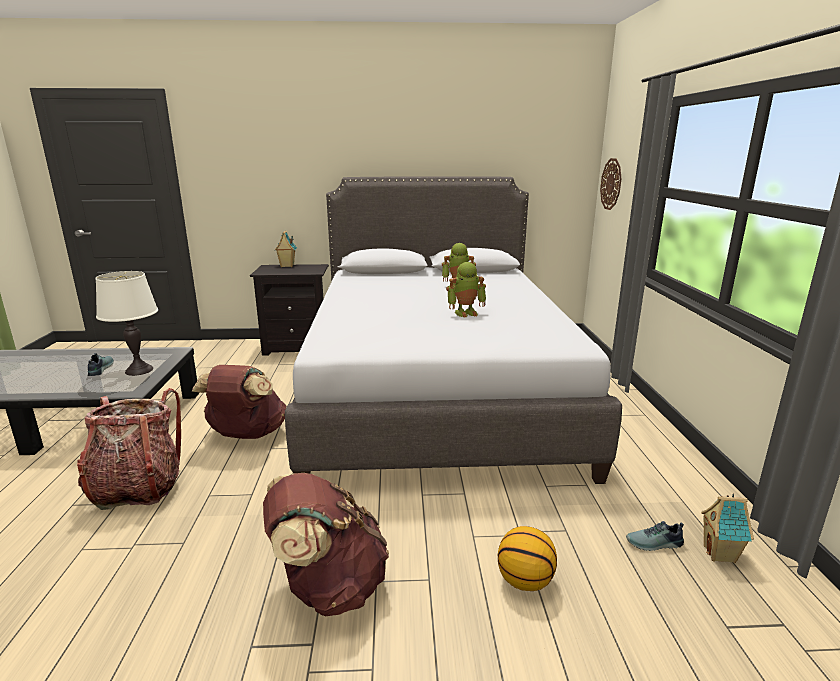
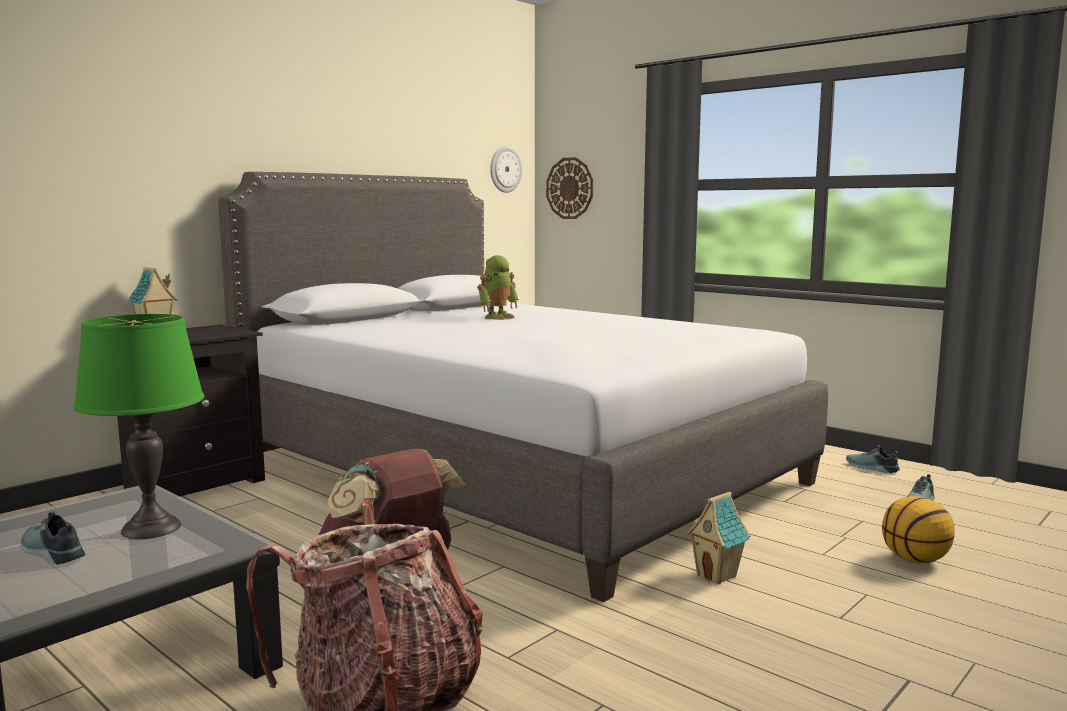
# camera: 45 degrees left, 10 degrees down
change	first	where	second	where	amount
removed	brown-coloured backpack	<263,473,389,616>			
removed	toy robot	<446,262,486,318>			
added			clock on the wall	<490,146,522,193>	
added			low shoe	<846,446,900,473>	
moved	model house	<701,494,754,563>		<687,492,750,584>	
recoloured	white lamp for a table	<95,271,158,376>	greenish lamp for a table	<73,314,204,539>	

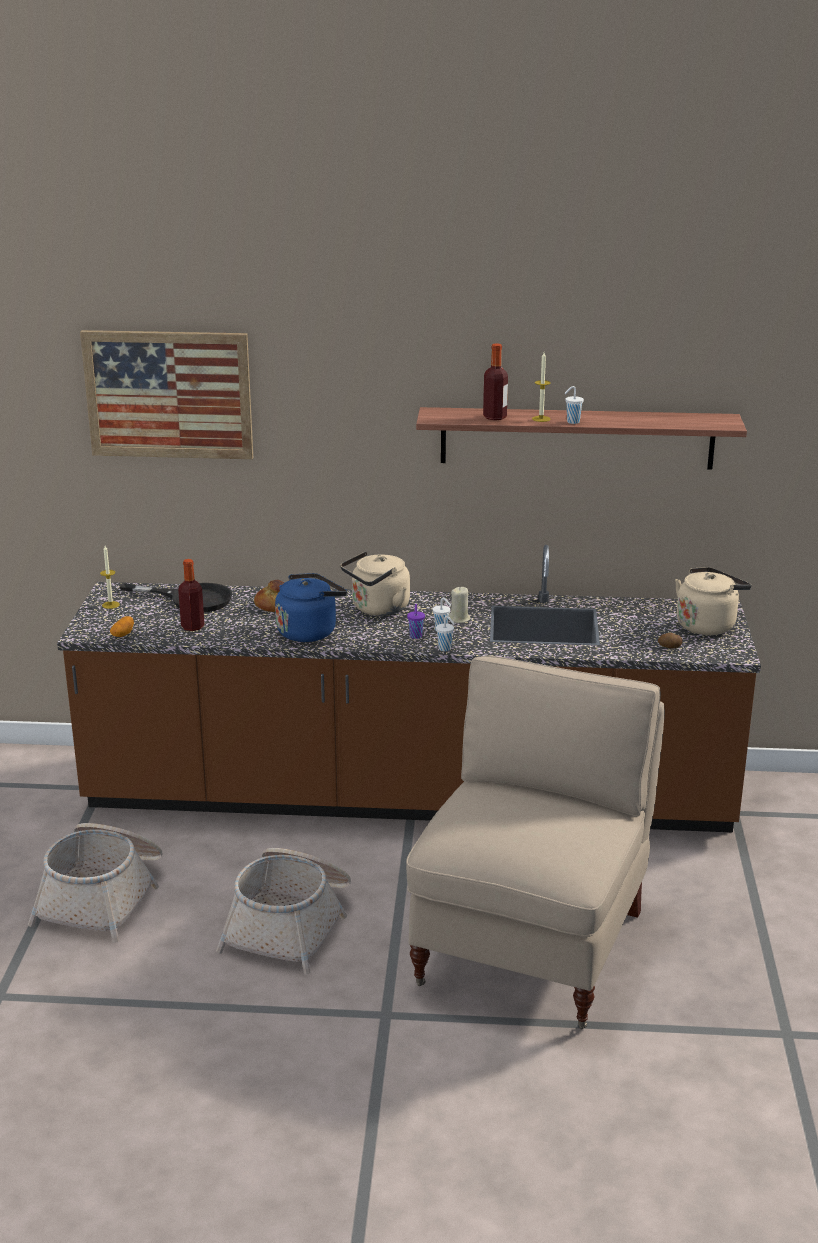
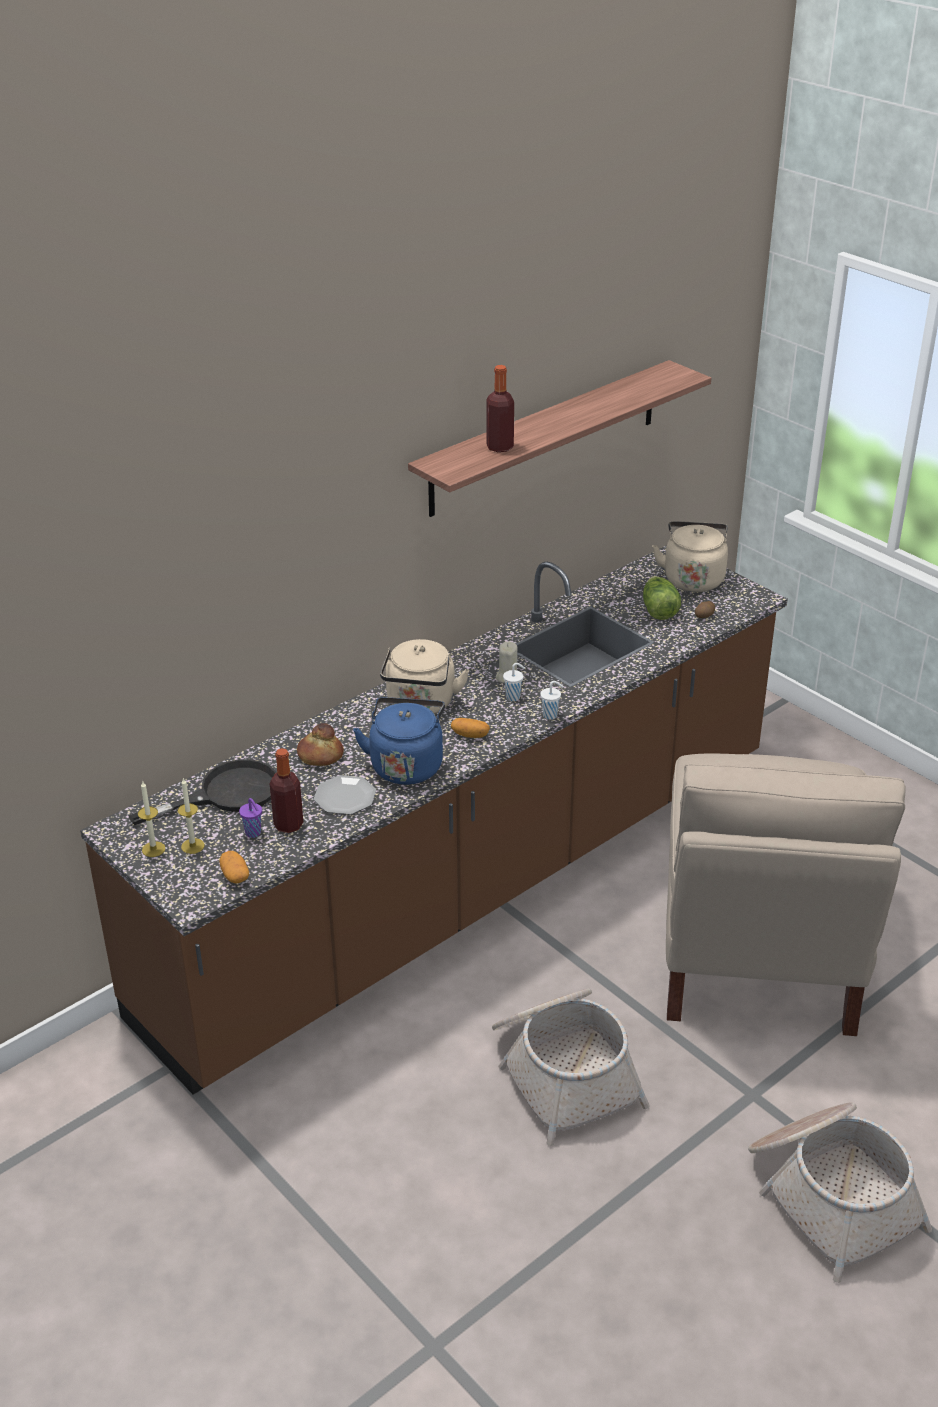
# camera: 45 degrees left, 10 degrees up
change	first	where	second	where	amount
removed	wall picture	<80,330,253,459>			
removed	white small cup	<564,386,584,424>			
added			plate	<314,775,376,815>	
added			whole potato	<451,718,490,738>	
added			lettuce head	<643,576,681,620>	
moved	basket	<28,823,163,943>		<748,1102,932,1283>	
moved	purple small cup	<407,604,425,639>		<239,798,262,838>	
moved	wax candle	<532,353,551,422>		<178,778,205,854>	
turned	beige-coloured upright chair	<406,656,665,1029>		<666,754,906,1036>	150 degrees counterclockwise

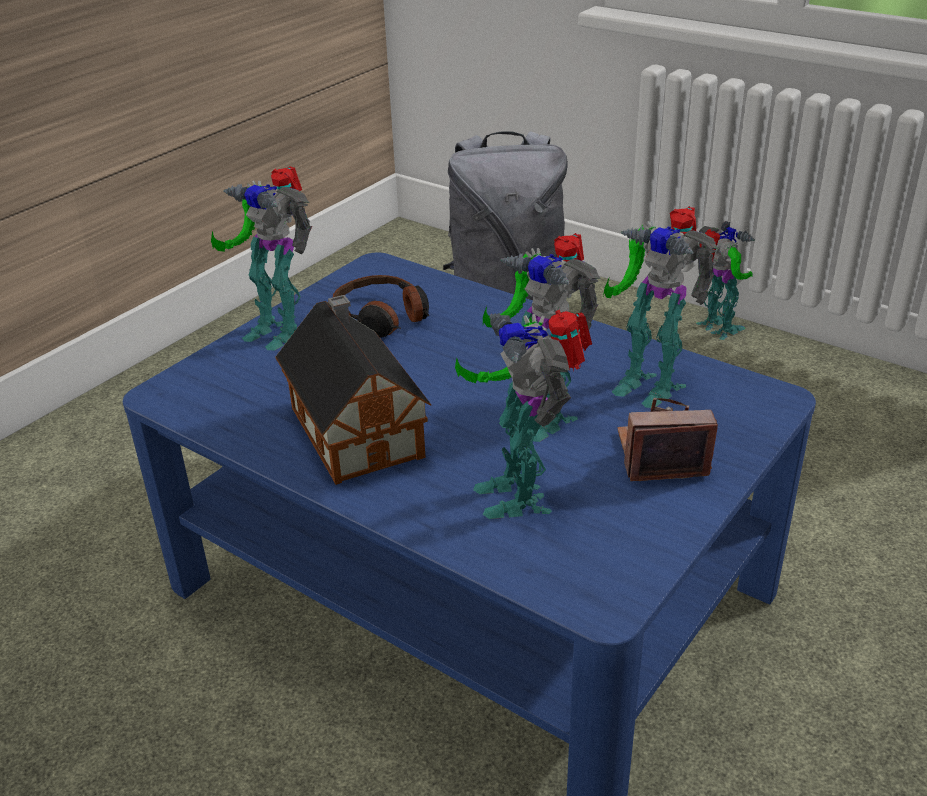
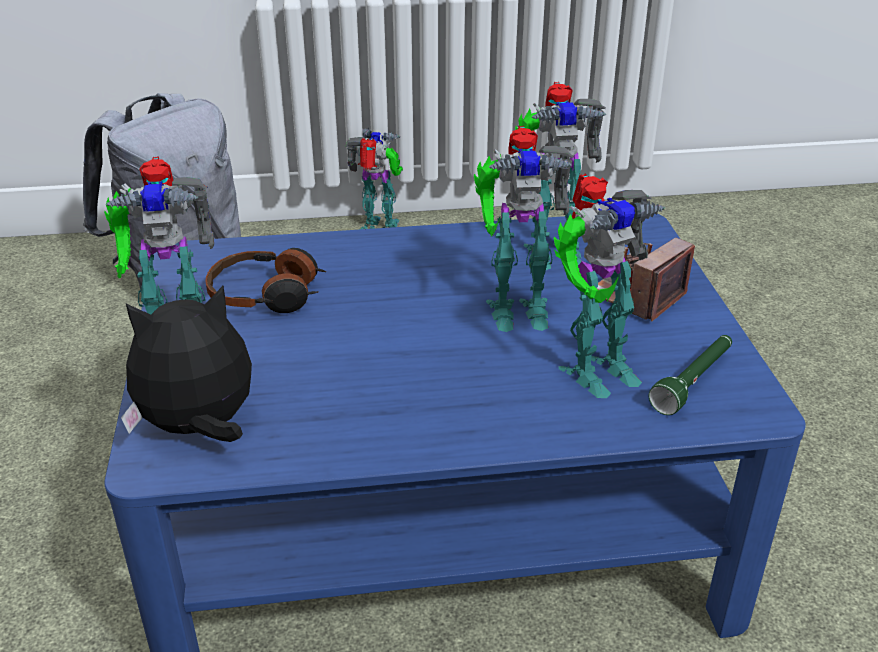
# camera: 45 degrees left, 0 degrees up
change	first	where	second	where	amount
removed	model house	<275,295,431,485>			
added			plush toy	<121,286,252,442>	
added			greenish torch	<649,335,732,415>	
turned	toy robot	<455,310,592,519>		<554,174,665,398>	60 degrees counterclockwise

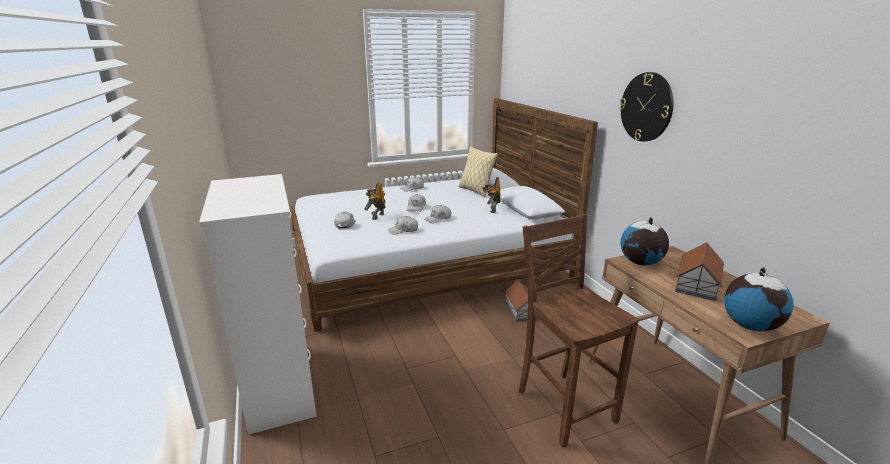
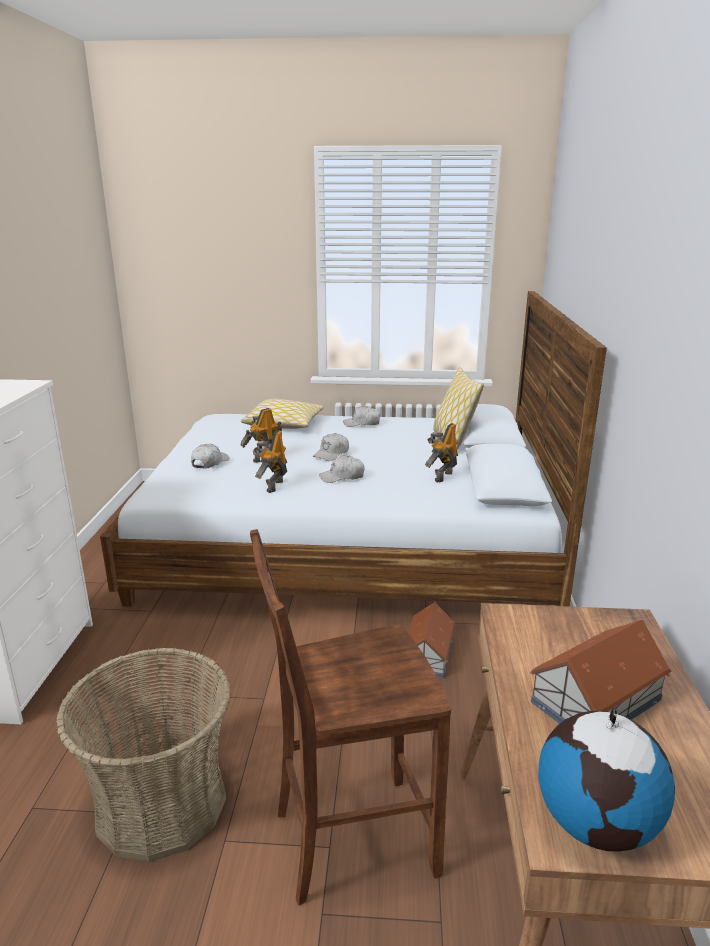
# camera: 25 degrees right, 0 degrees up
change	first	where	second	where	amount
removed	clock on the wall	<619,72,674,142>			
removed	globe	<620,217,669,265>			
added			basket	<56,648,231,862>	
added			cushion	<241,399,324,429>	
replaced	white baseball cap	<388,216,418,235>	toy robot	<254,430,287,493>	
turned	brown-coloured upright chair	<519,214,639,448>		<250,529,451,905>	105 degrees counterclockwise

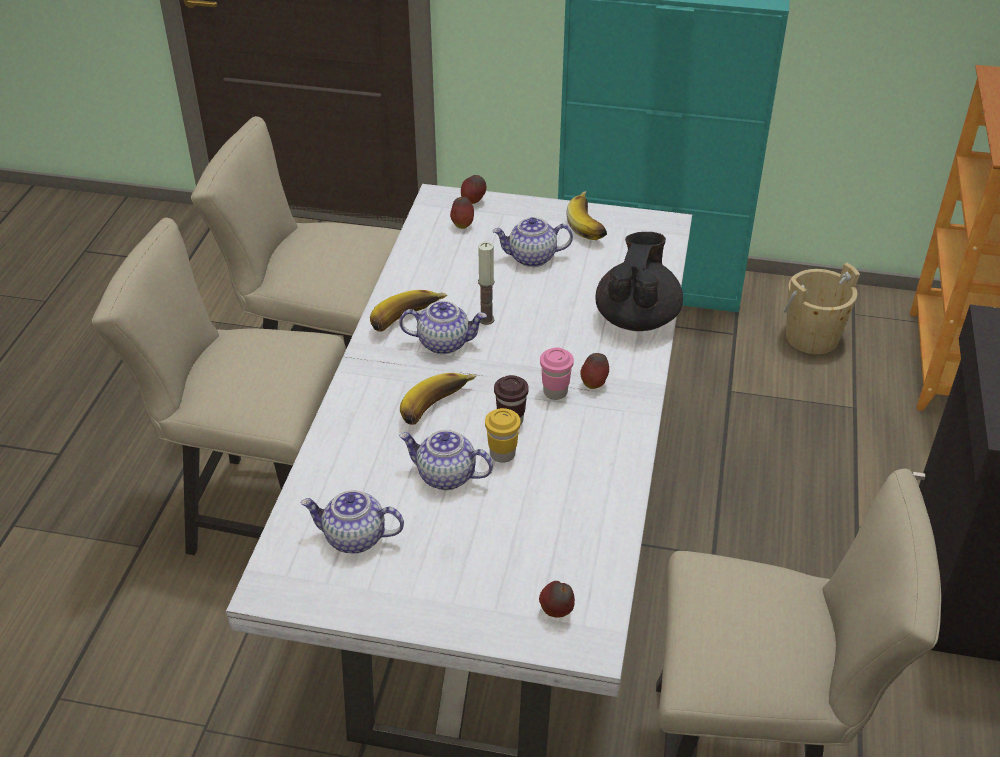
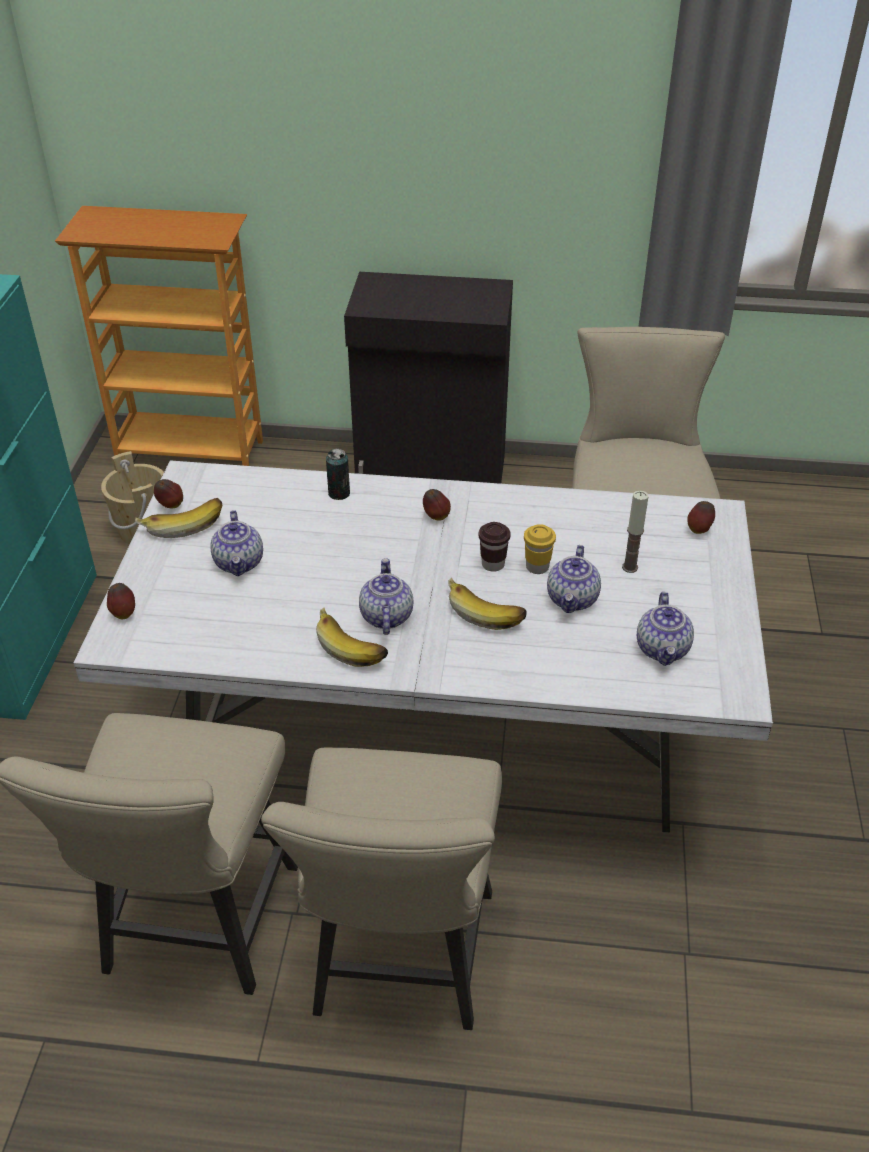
# camera: 95 degrees left, 0 degrees up
change	first	where	second	where	amount
removed	pink small cup	<540,348,574,400>			
moved	whole apple	<450,197,474,229>		<154,479,183,508>	
moved	wax candle	<478,242,495,325>		<622,490,649,573>	
replaced	blackish tea pot	<596,232,683,331>	metal can	<326,448,350,500>	

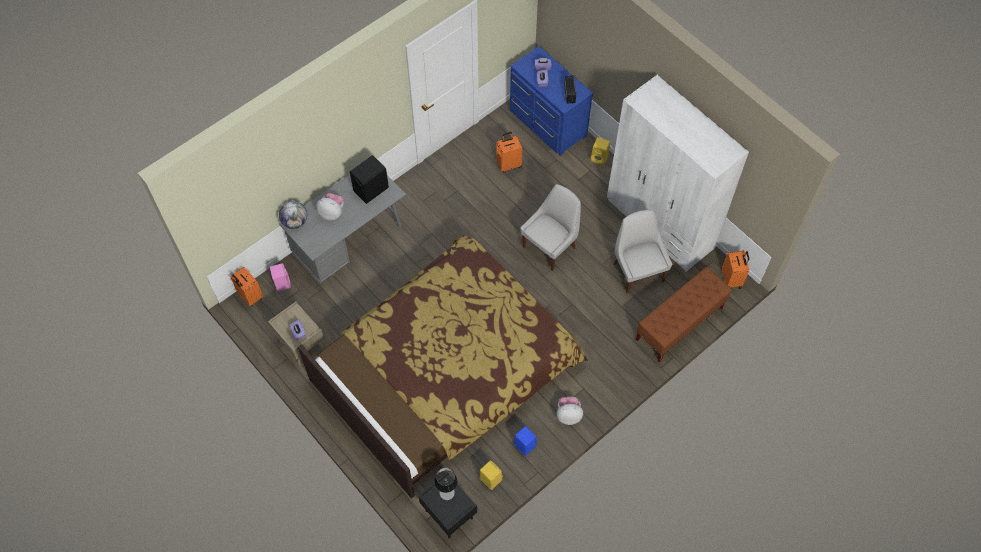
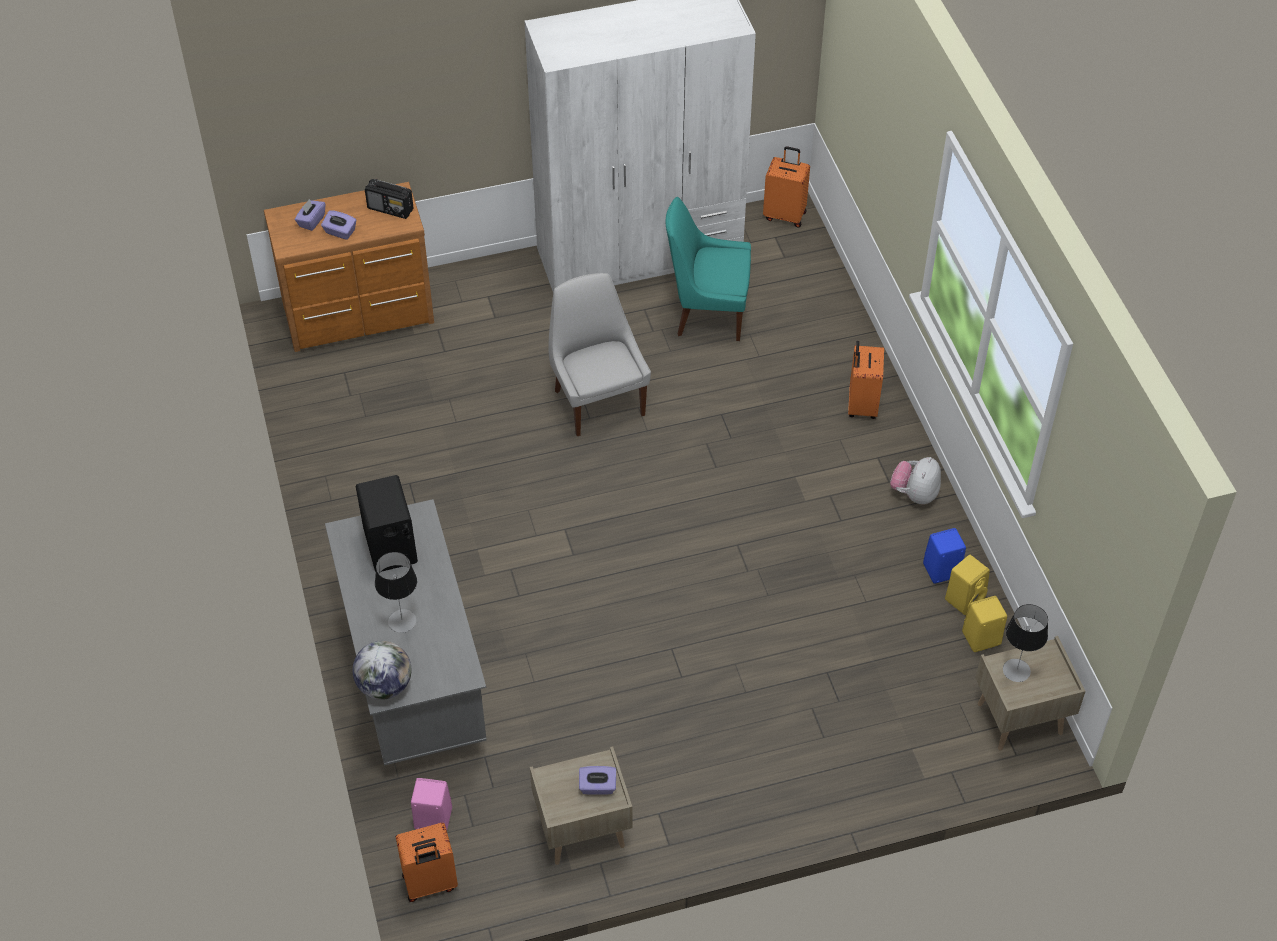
# camera: 65 degrees left, 10 degrees down
change	first	where	second	where	amount
removed	bedroom bed	<298,235,588,498>			
removed	brown-coloured long seat	<636,267,732,363>			
moved	orange-coloured piece of luggage	<496,132,523,172>		<848,341,884,419>	
moved	yellowish speaker	<590,137,610,165>		<945,555,990,615>	
replaced	plush toy	<316,193,344,221>	lamp for a table	<375,552,417,633>	
recoloured	blackish bedside table	<419,472,477,538>	beige-coloured bedside table	<975,636,1086,751>	
recoloured	bluish chest of drawers	<510,46,593,156>	brown-coloured chest of drawers	<264,182,434,352>	
recoloured	white upright chair	<614,210,672,293>	turquoise-coloured upright chair	<666,197,751,341>	

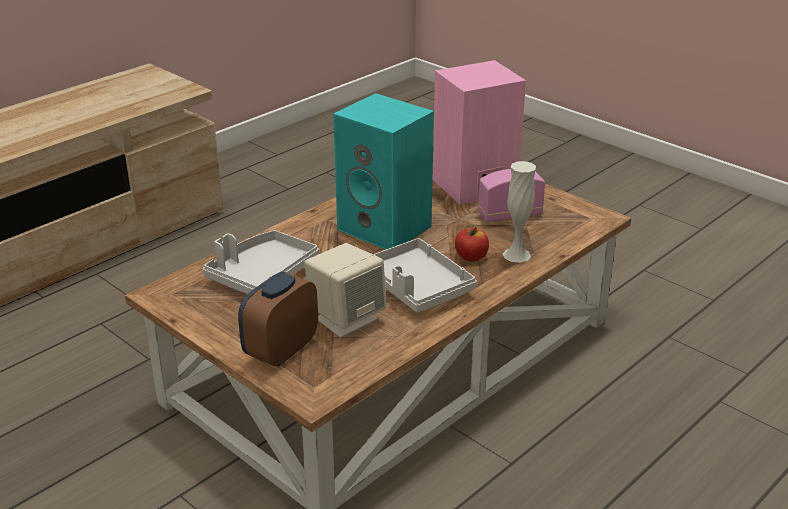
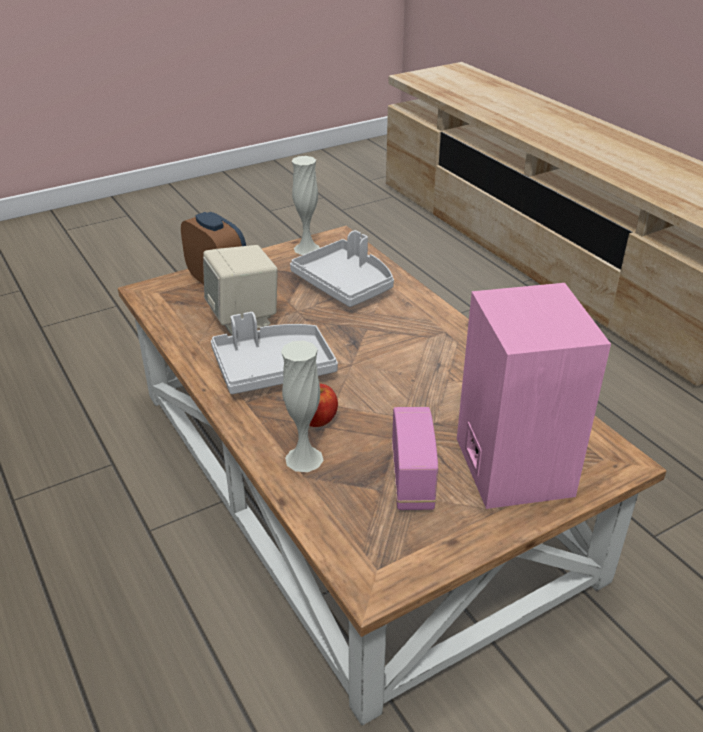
# camera: 105 degrees right, 5 degrees up
change	first	where	second	where	amount
removed	turquoise-coloured speaker	<333,93,434,250>			
added			white flower vase	<292,156,320,255>	

